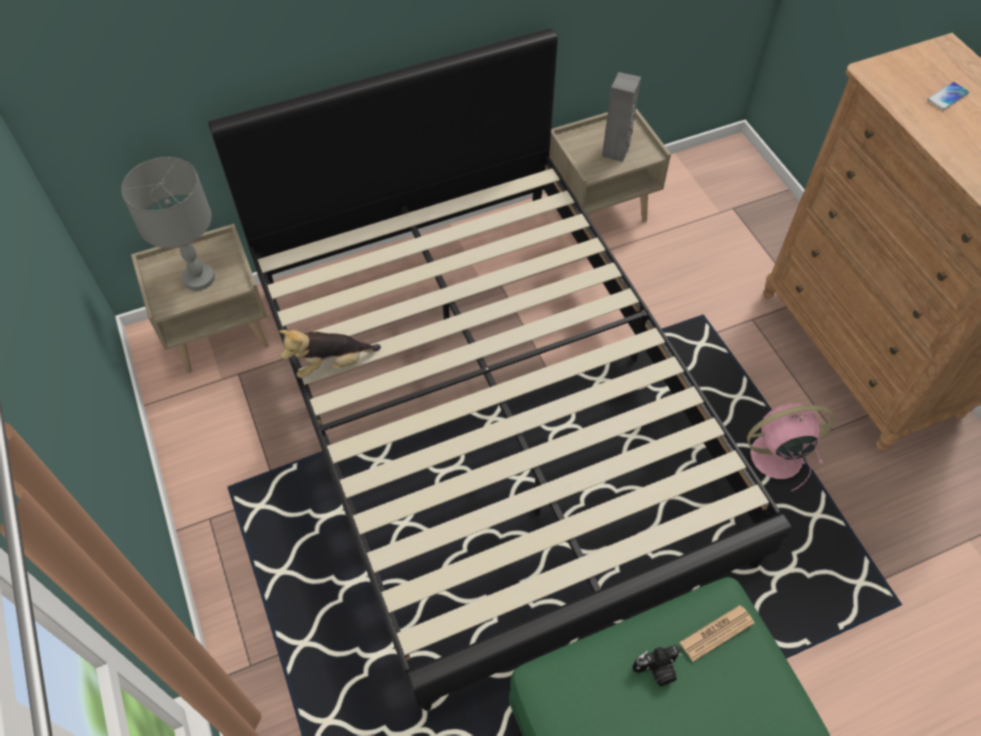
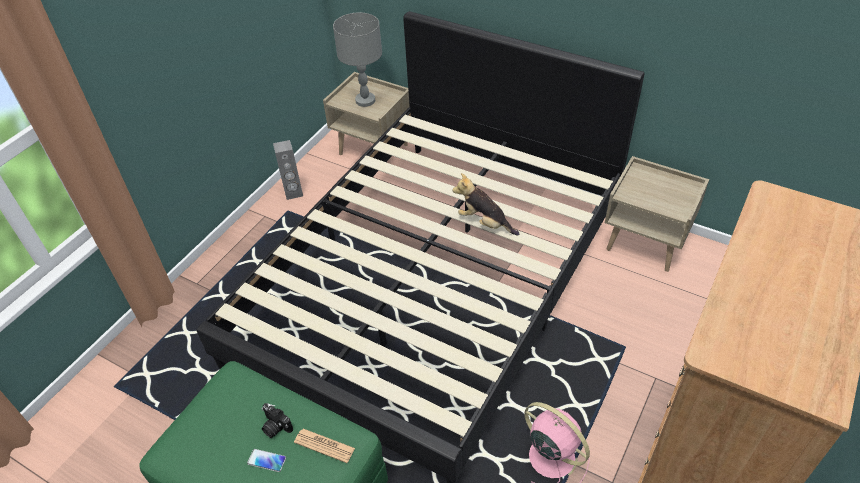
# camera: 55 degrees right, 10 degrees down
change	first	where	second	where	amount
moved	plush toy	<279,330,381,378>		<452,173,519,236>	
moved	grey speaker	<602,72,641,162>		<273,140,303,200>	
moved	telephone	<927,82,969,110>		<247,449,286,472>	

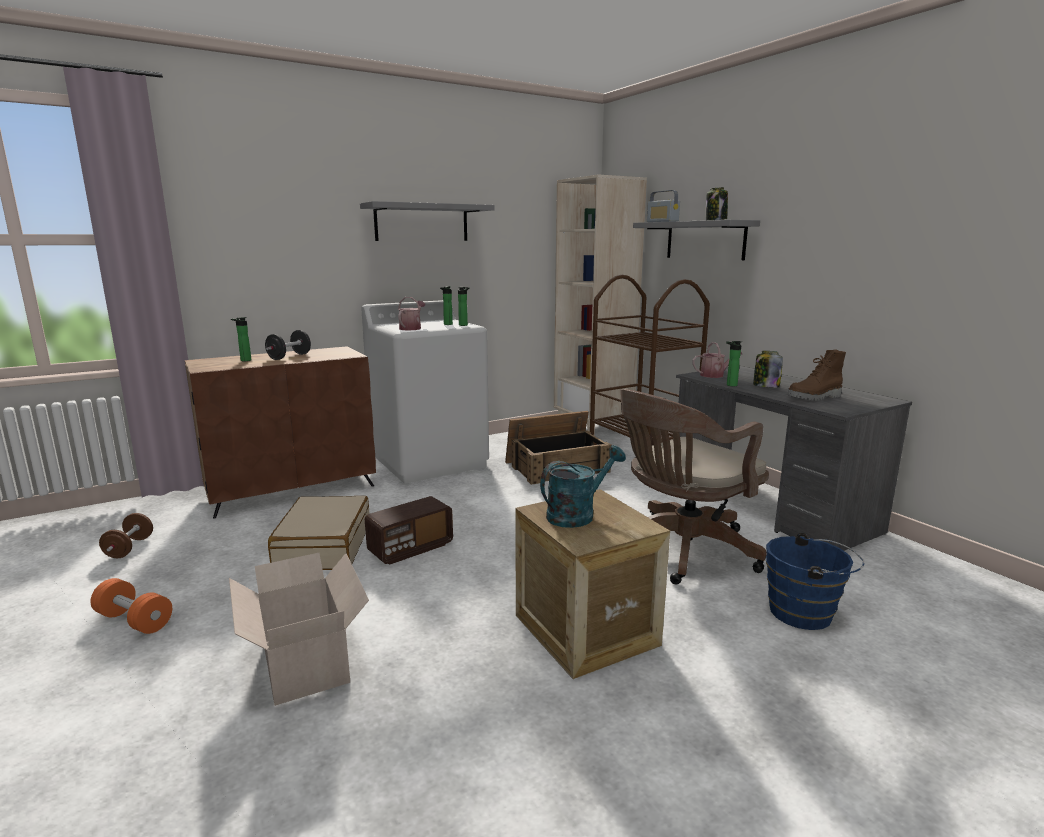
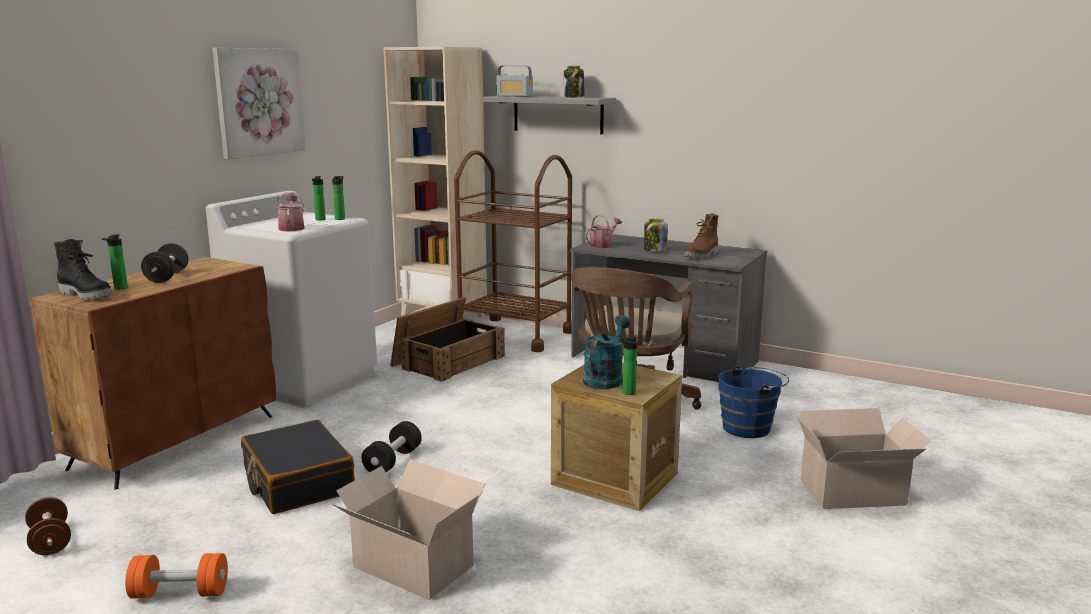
# camera: 30 degrees left, 0 degrees up
change	first	where	second	where	amount
added			blackish tall boot	<54,239,112,300>	
added			packing box	<798,408,931,509>	
moved	drink bottle	<726,341,742,387>		<618,336,638,395>	
replaced	grey shelf	<360,201,495,241>	wall picture	<212,48,306,159>	
replaced	radio	<365,496,453,565>	blackish hand weight	<361,421,422,472>	
recoloured	beige-coloured piece of luggage	<268,496,369,570>	blackish piece of luggage	<241,420,355,514>	

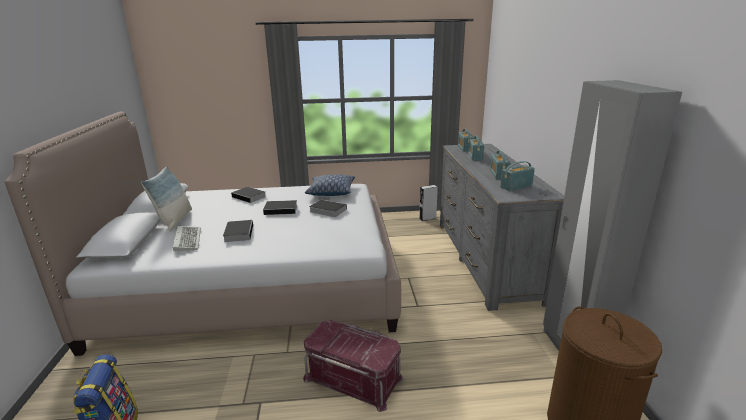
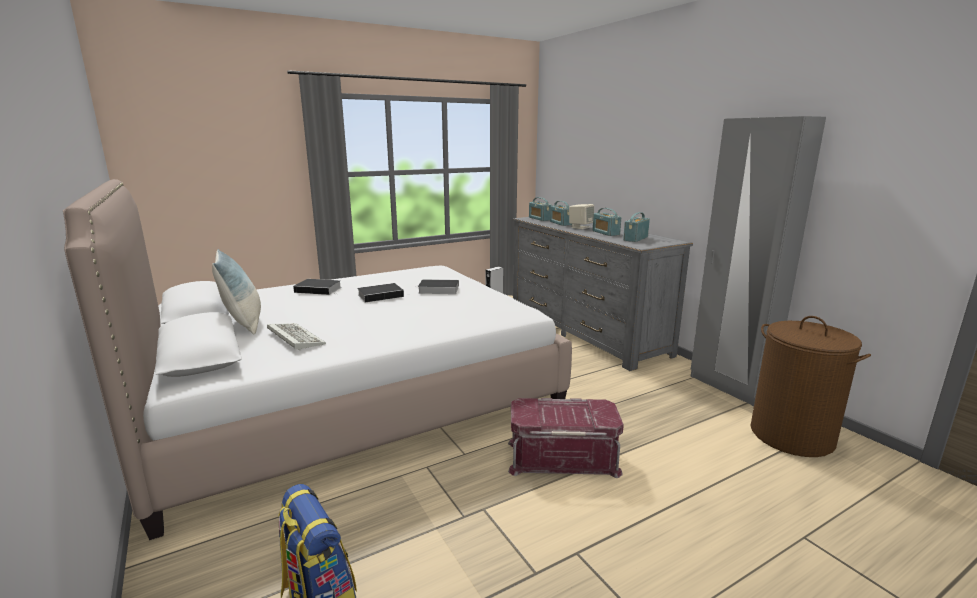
# camera: 25 degrees left, 5 degrees down
change	first	where	second	where	amount
removed	bound book	<223,220,253,242>			
removed	cushion	<305,175,355,196>			
added			beige-coloured speaker	<569,204,594,229>	

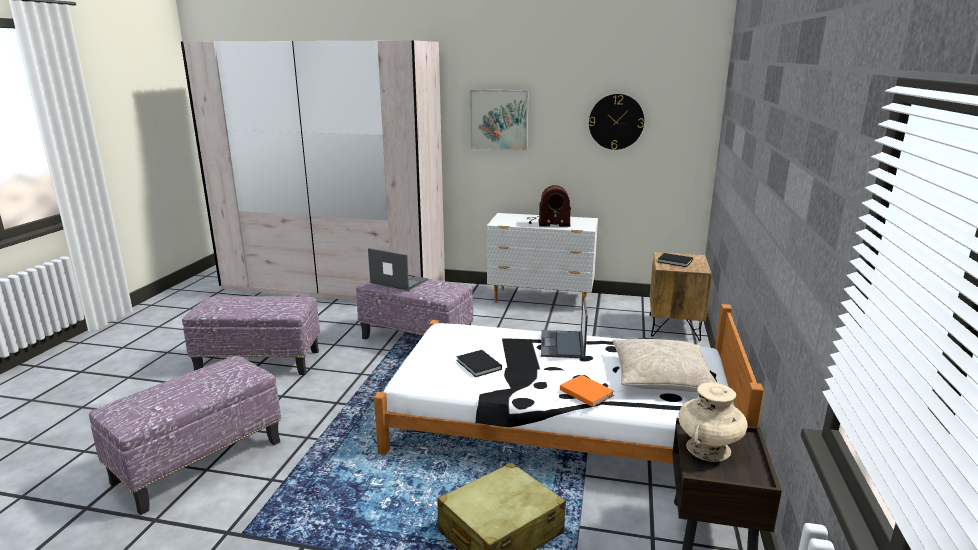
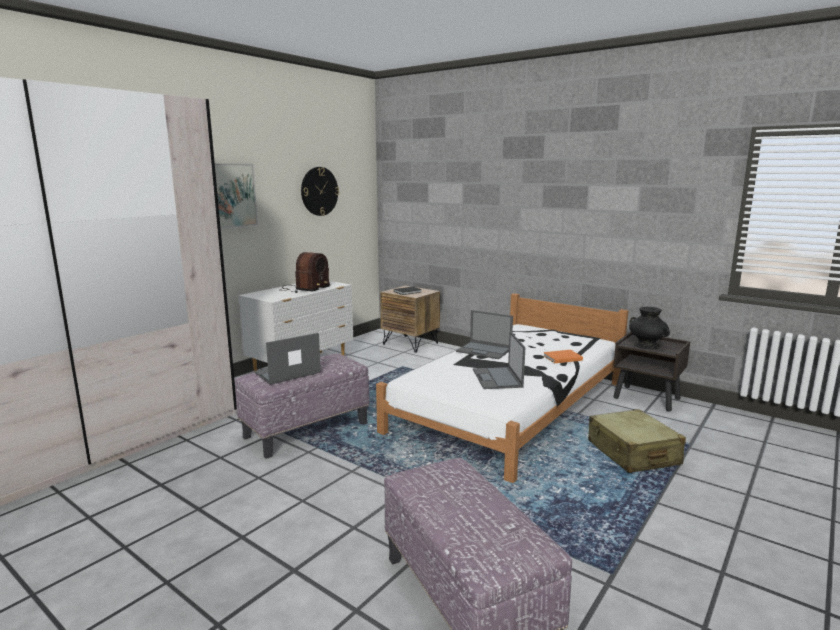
# camera: 65 degrees left, 5 degrees down
change	first	where	second	where	amount
removed	ottoman	<182,296,320,375>			
removed	beige-coloured cushion	<613,339,717,392>			
replaced	blackish bound book	<456,350,502,377>	notebook computer	<473,331,525,389>	
recoloured	beige-coloured flower vase	<678,383,748,462>	blackish flower vase	<629,307,670,349>	

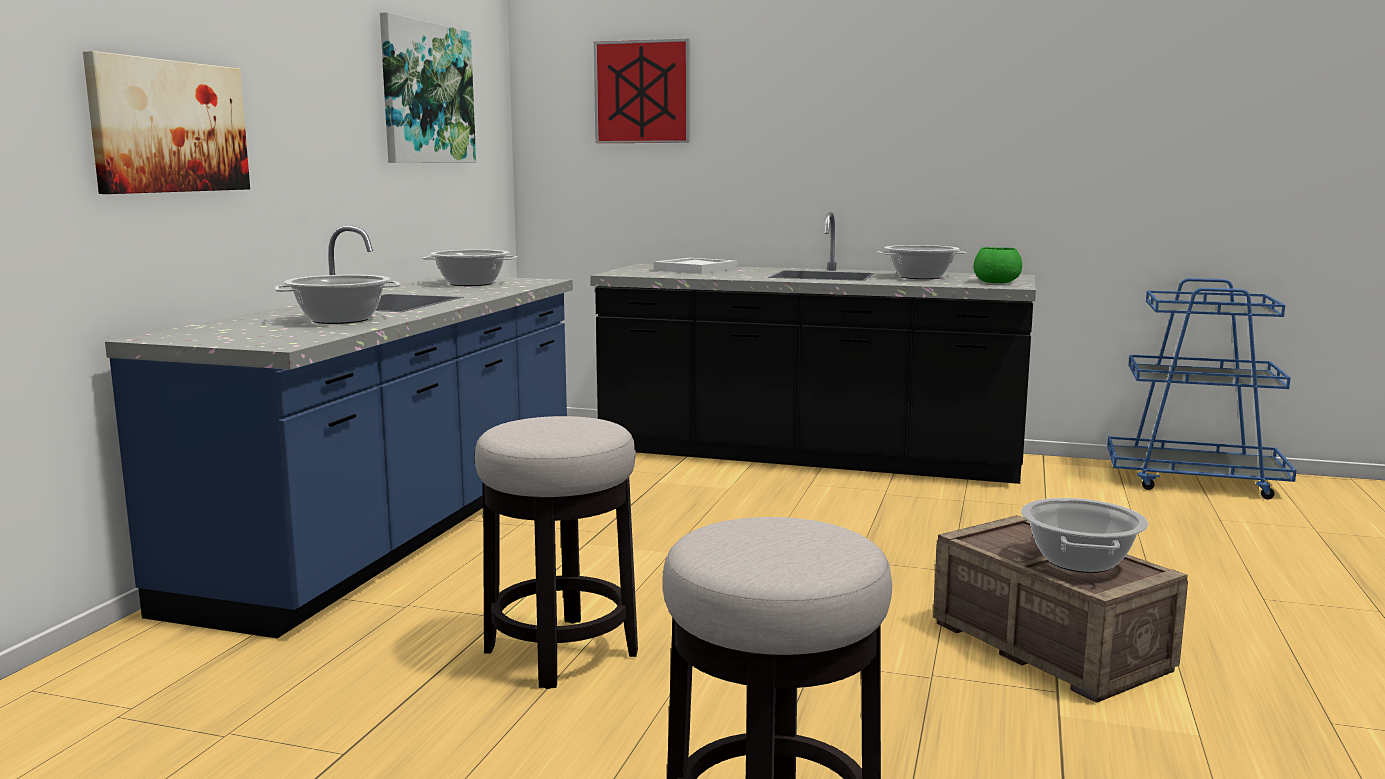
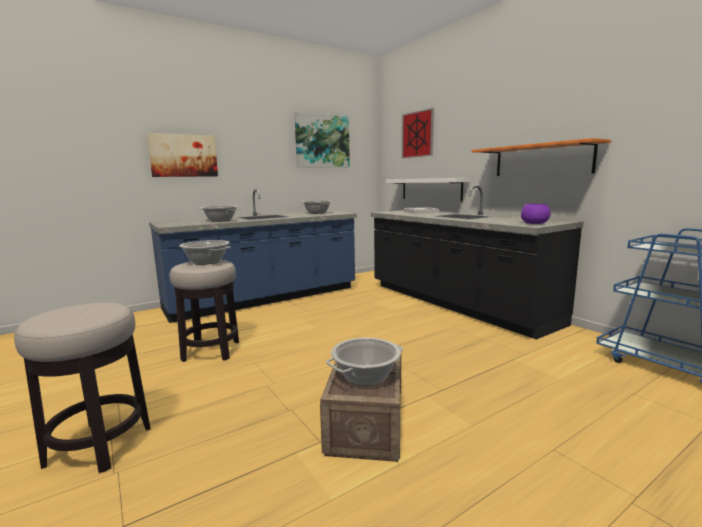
# camera: 40 degrees right, 0 degrees up
change	first	where	second	where	amount
added			white shelf	<386,178,470,201>	
added			orange-coloured shelf	<472,138,611,176>	
moved	cooking pot	<877,245,967,279>		<179,240,230,265>	
recoloured	greenish deep dish	<974,247,1022,283>	purple deep dish	<521,203,550,224>	

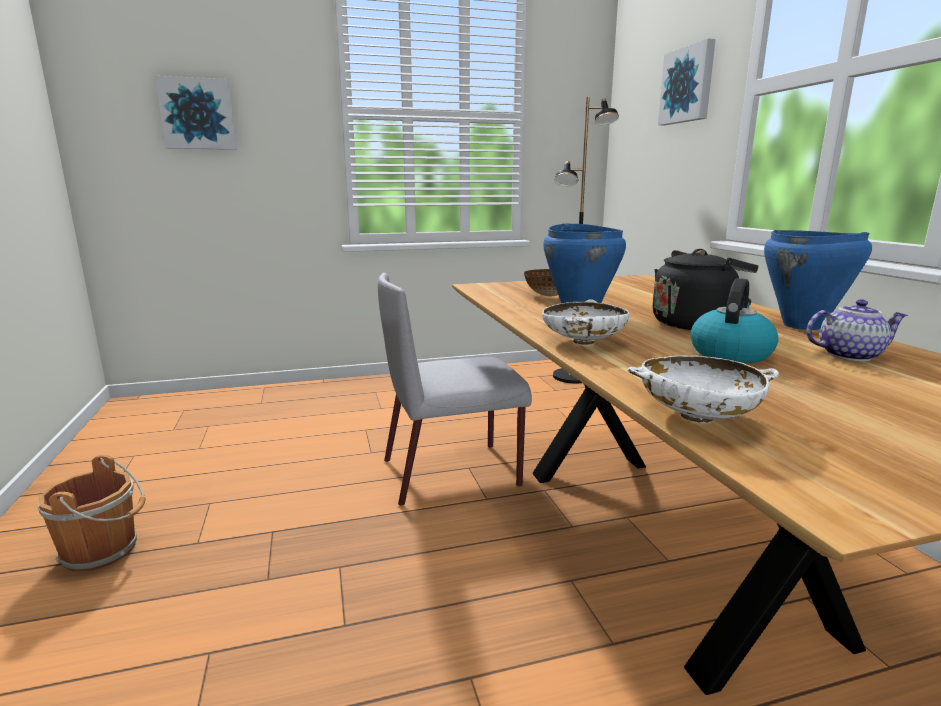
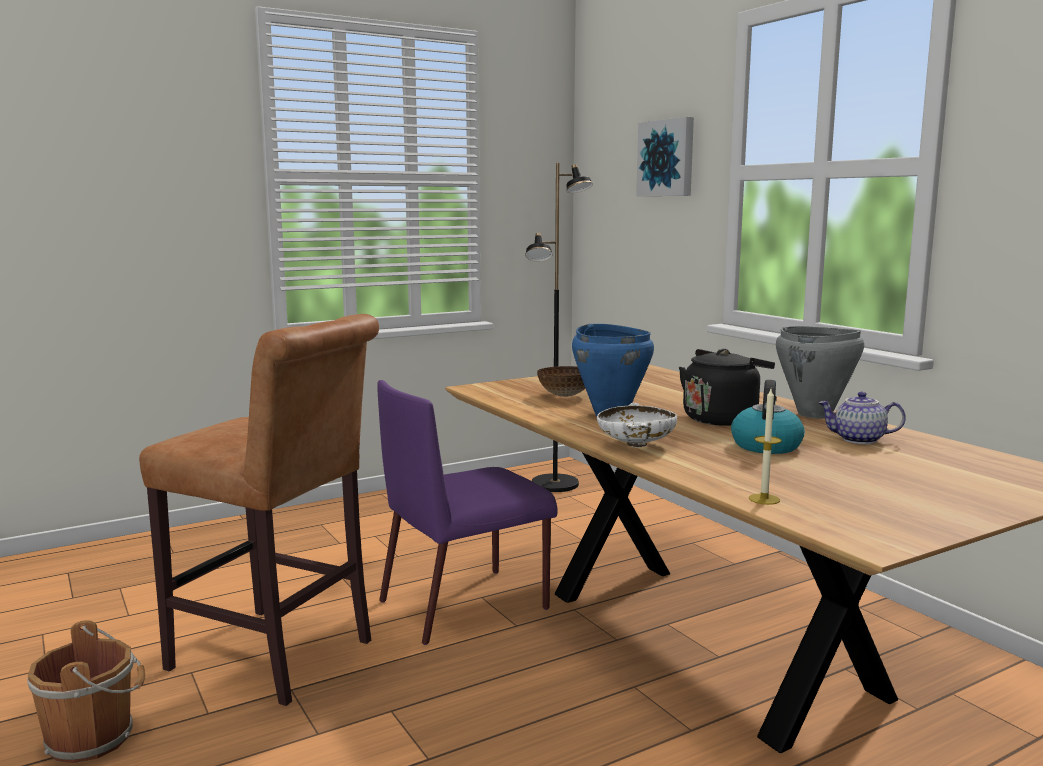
# camera: 15 degrees left, 5 degrees down
change	first	where	second	where	amount
removed	wall picture	<155,76,237,150>			
added			brown-coloured stool seat	<139,314,379,706>	
replaced	white deep dish	<627,356,779,423>	wax candle	<749,389,781,505>	
recoloured	grey upright chair	<378,273,532,506>	purple upright chair	<377,380,558,645>	
recoloured	bluish cooking pot	<764,230,872,330>	grey cooking pot	<776,326,864,418>	
turned	tea pot	<806,299,908,361>		<818,392,906,444>	150 degrees counterclockwise

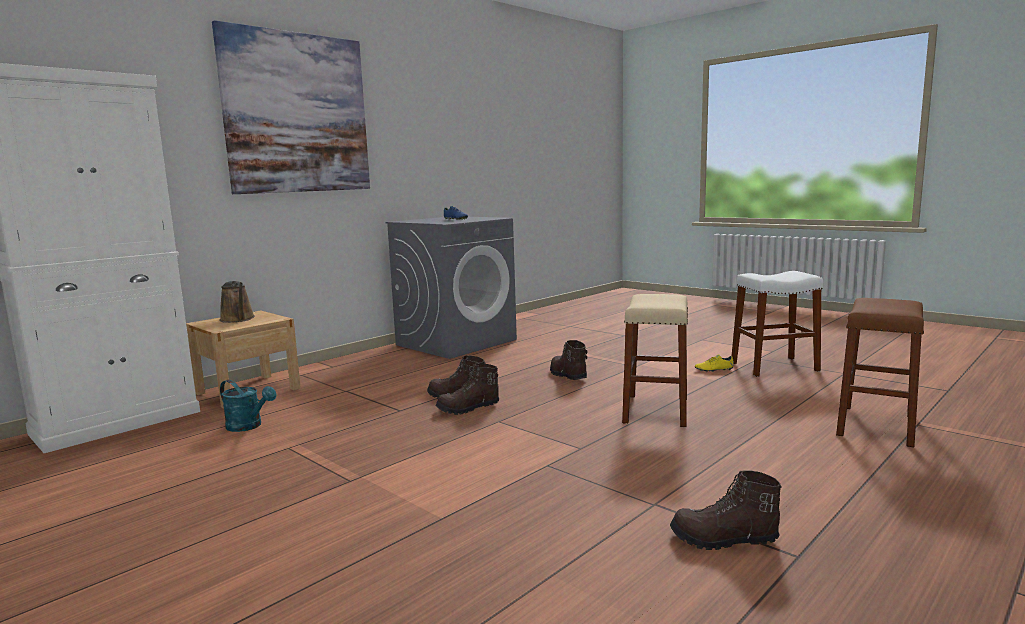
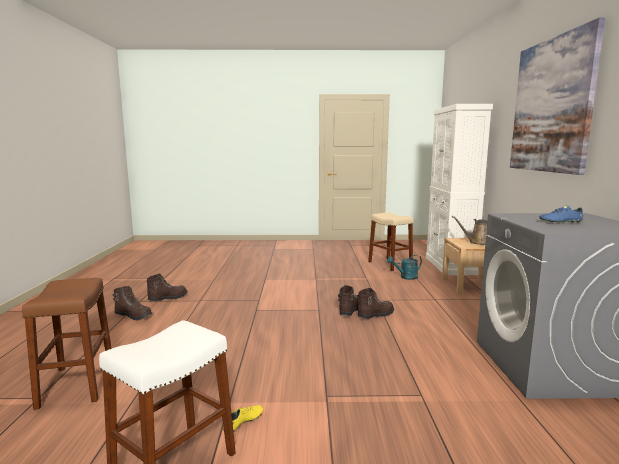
# camera: 135 degrees right, 0 degrees up
change	first	where	second	where	amount
moved	brown-coloured tall boot	<550,340,587,380>		<113,286,152,321>	
moved	beige-coloured stool seat	<622,294,688,427>		<368,212,414,271>	

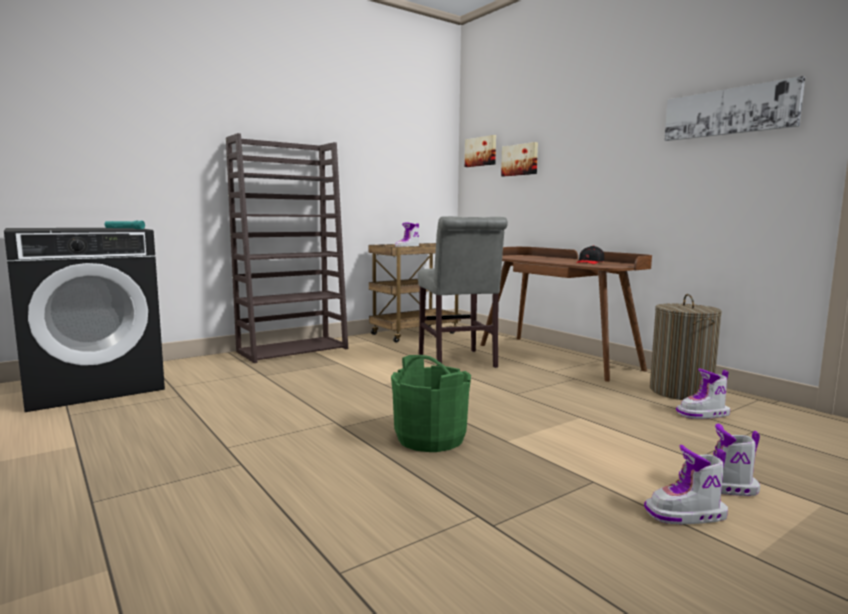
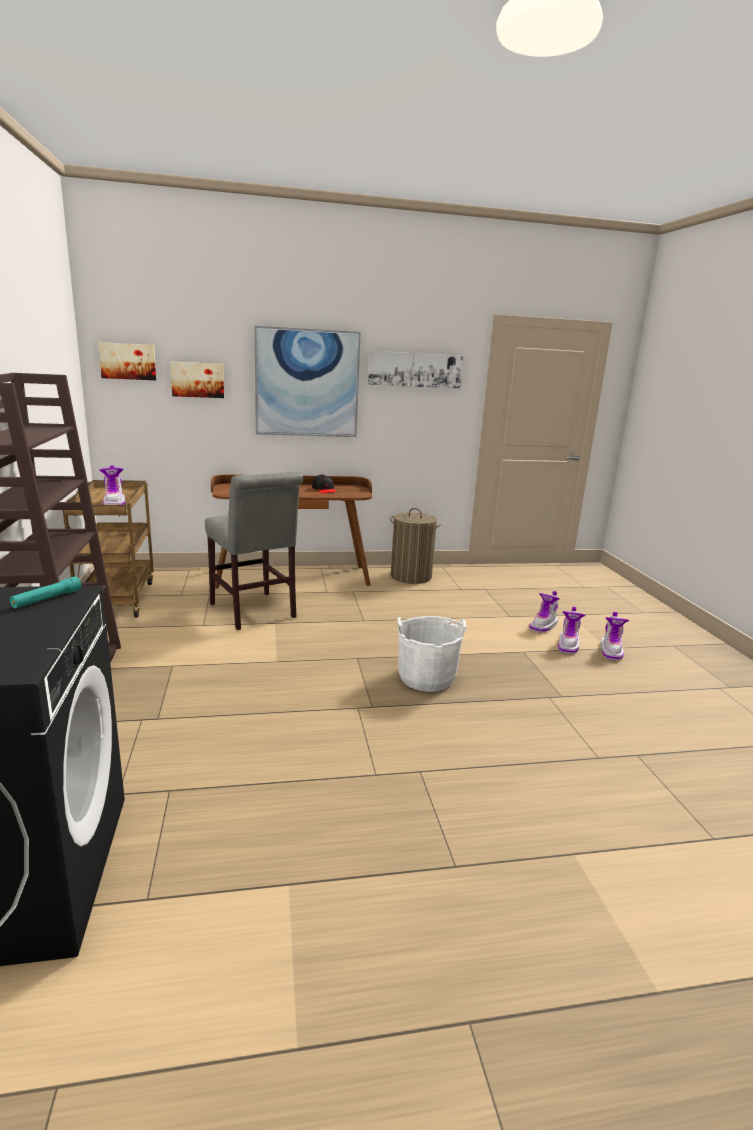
# camera: 65 degrees left, 10 degrees up
change	first	where	second	where	amount
added			wall picture	<254,326,361,437>	
moved	tall boot	<676,369,730,419>		<600,612,629,660>	
recoloured	greenish bucket	<391,355,471,452>	white bucket	<398,616,467,692>	
turned	grey upright chair	<418,216,508,368>		<205,471,303,630>	45 degrees clockwise

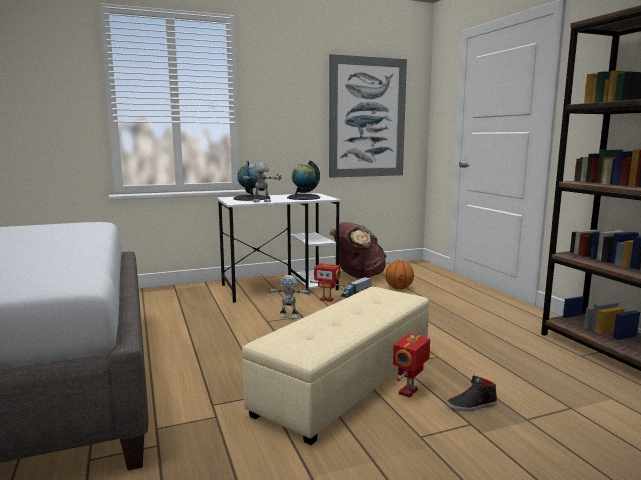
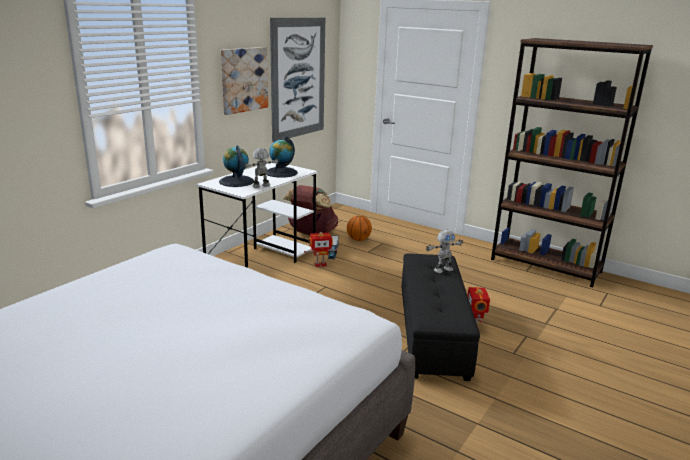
# camera: 35 degrees left, 10 degrees up
change	first	where	second	where	amount
removed	blackish low shoe	<447,375,497,411>			
added			wall picture	<221,47,268,115>	
moved	toy robot	<268,275,311,319>		<426,229,463,273>	
recoloured	beige-coloured ottoman	<242,287,429,445>	blackish ottoman	<402,253,480,381>	

